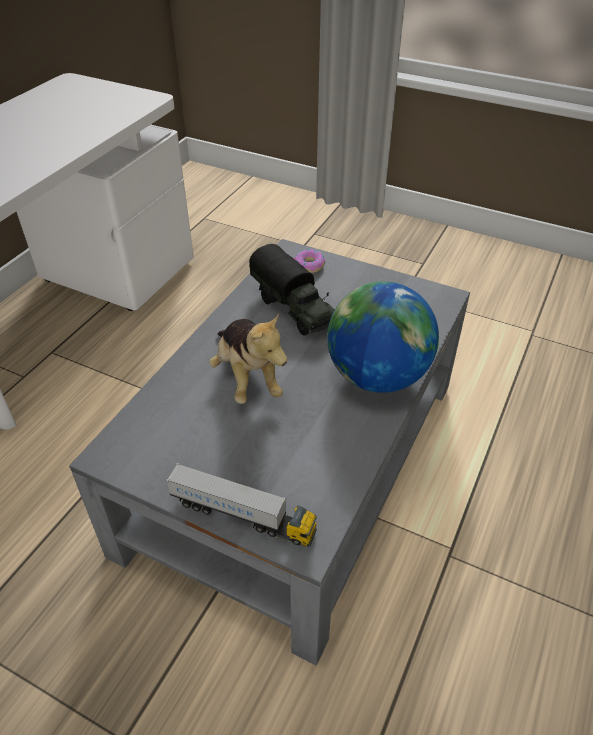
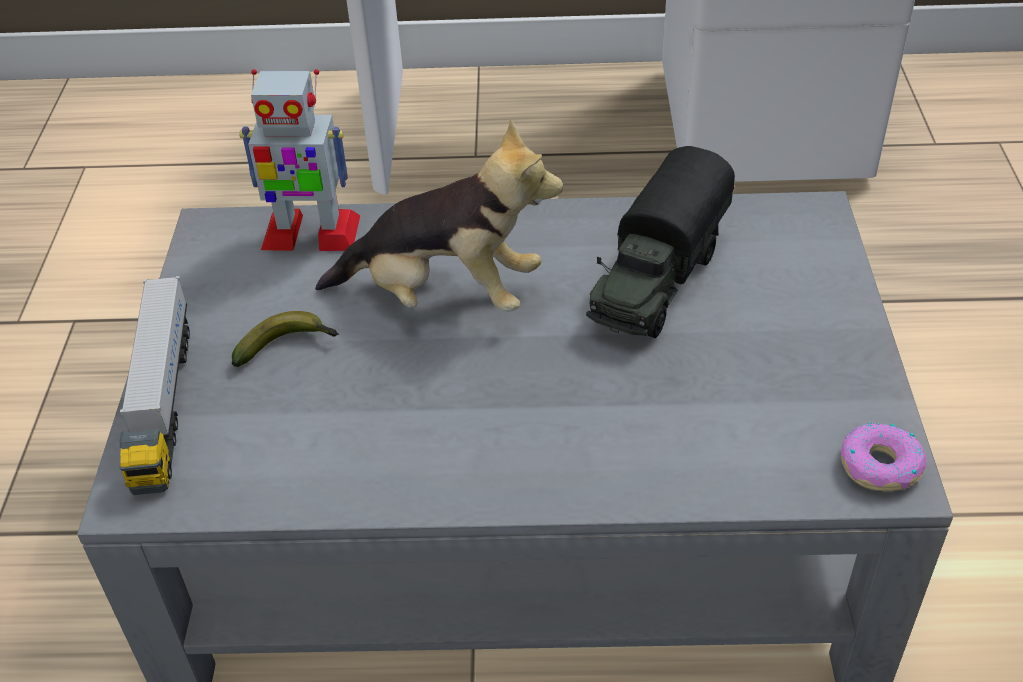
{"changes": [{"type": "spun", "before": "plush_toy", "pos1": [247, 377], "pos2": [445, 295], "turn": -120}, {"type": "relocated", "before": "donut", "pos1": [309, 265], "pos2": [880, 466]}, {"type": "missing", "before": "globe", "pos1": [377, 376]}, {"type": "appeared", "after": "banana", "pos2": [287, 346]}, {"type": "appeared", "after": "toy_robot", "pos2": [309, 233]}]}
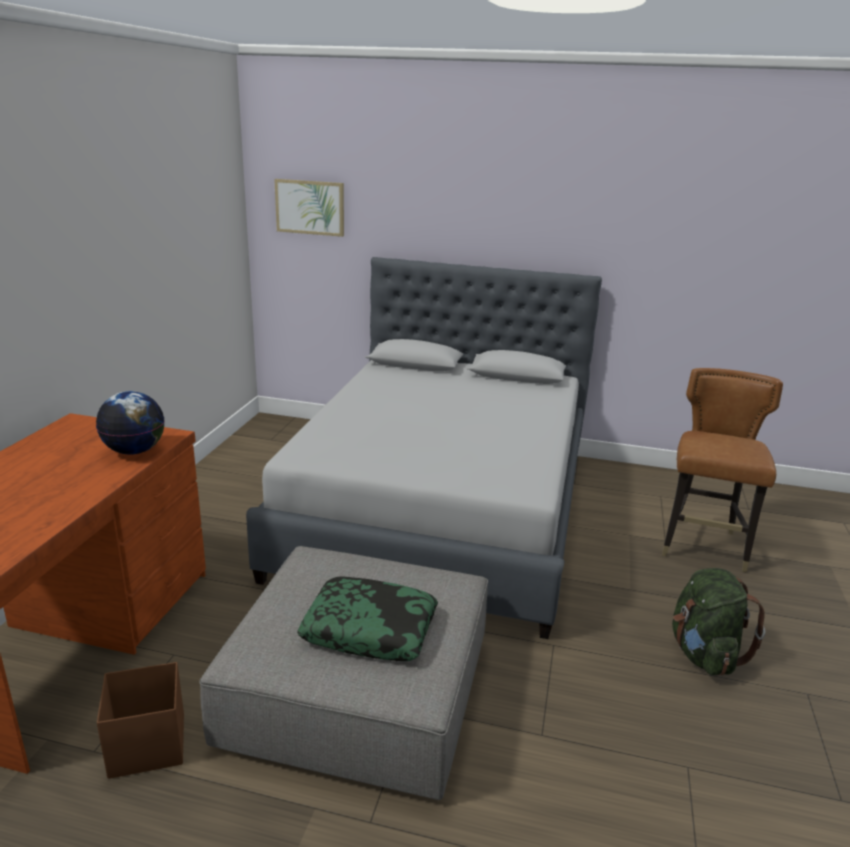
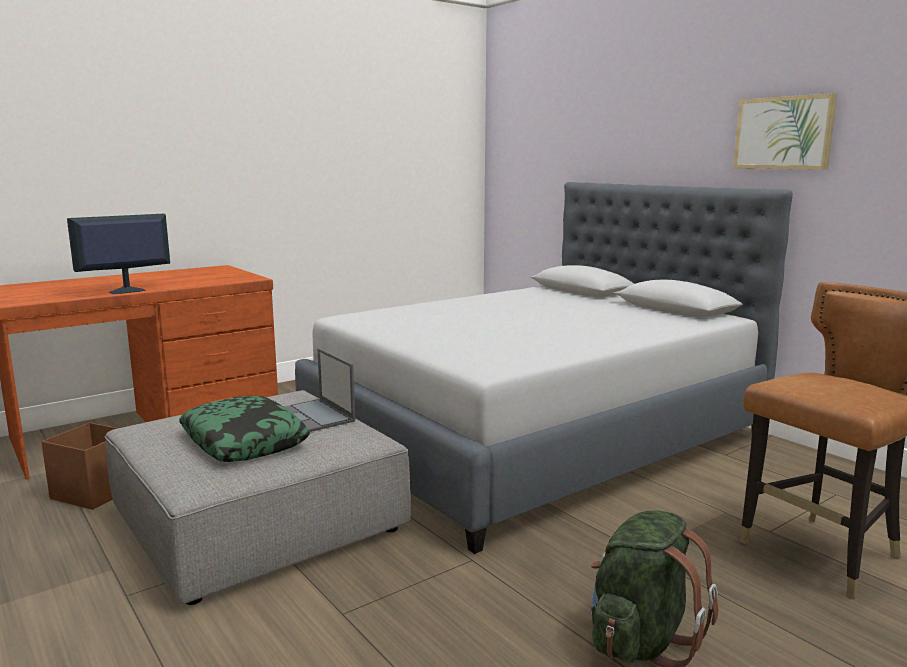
{"changes": [{"type": "missing", "before": "globe", "pos1": [135, 451]}, {"type": "relocated", "before": "picture", "pos1": [310, 207], "pos2": [783, 133]}, {"type": "appeared", "after": "monitor", "pos2": [126, 291]}, {"type": "appeared", "after": "laptop", "pos2": [313, 416]}]}
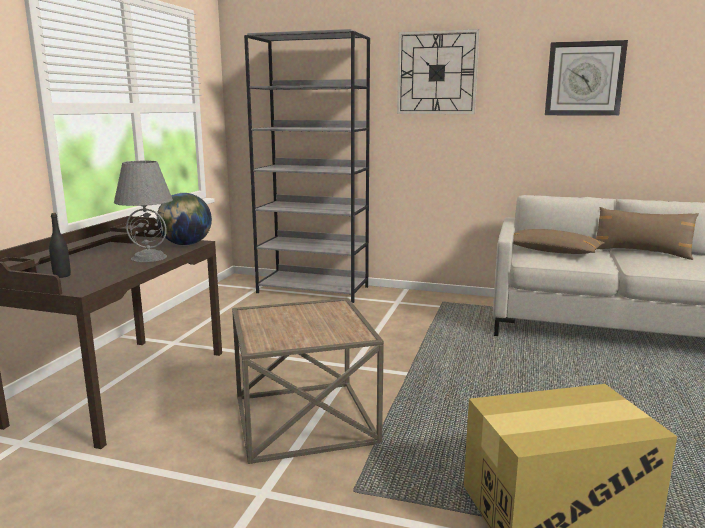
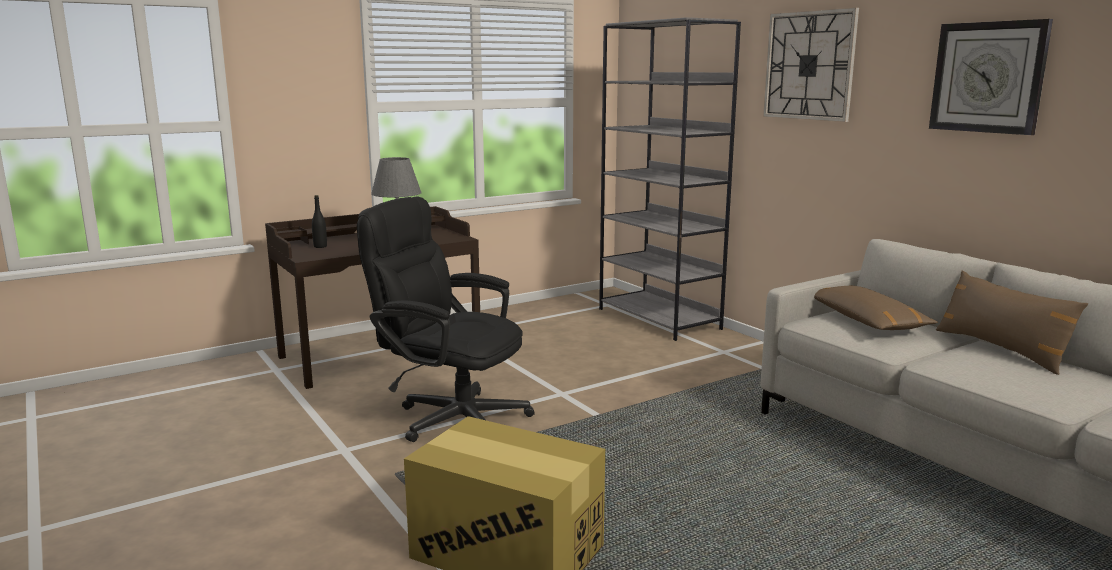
{"changes": [{"type": "missing", "before": "globe", "pos1": [186, 244]}, {"type": "exchanged", "before": "brown_side_table", "after": "black_office_chair", "pos1": [303, 418], "pos2": [451, 417]}]}
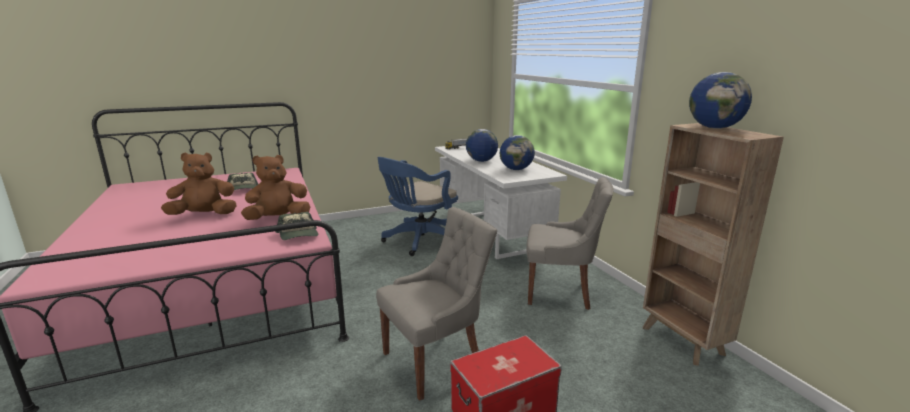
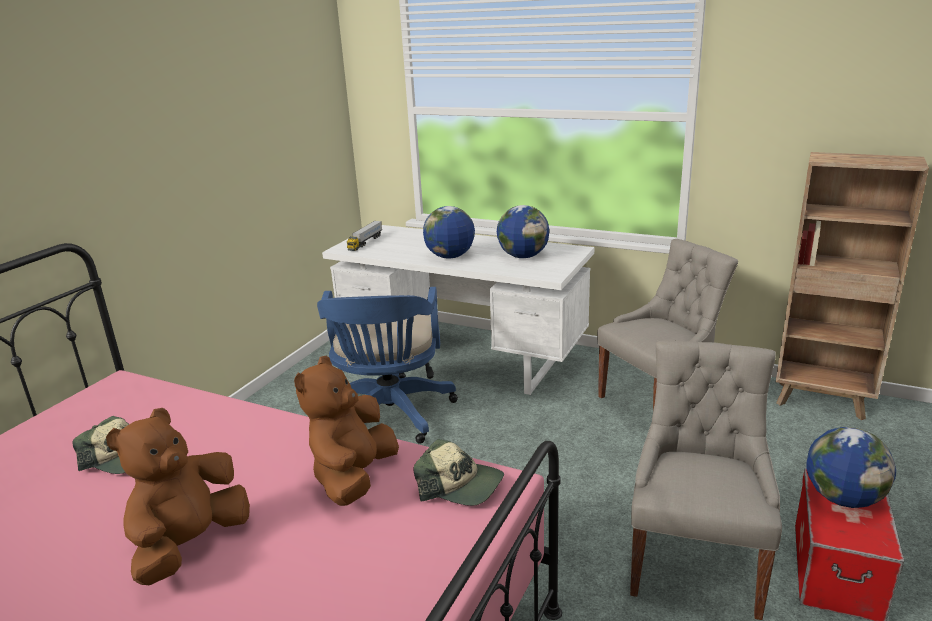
{"changes": [{"type": "relocated", "before": "globe", "pos1": [714, 128], "pos2": [843, 498]}]}
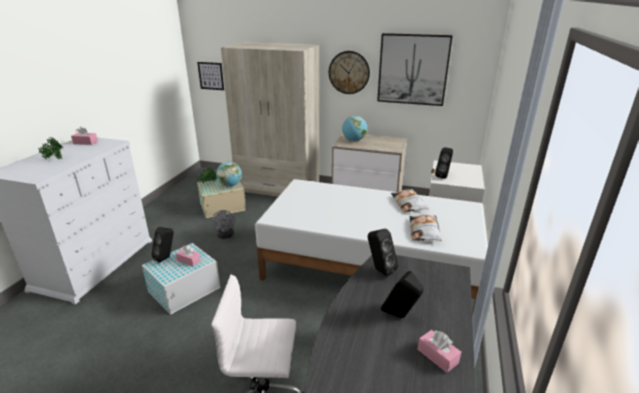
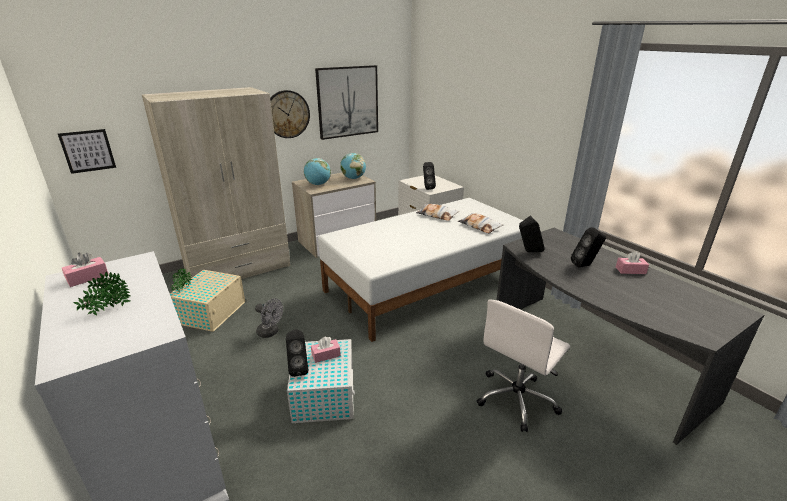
{"changes": [{"type": "relocated", "before": "globe", "pos1": [230, 185], "pos2": [353, 178]}]}
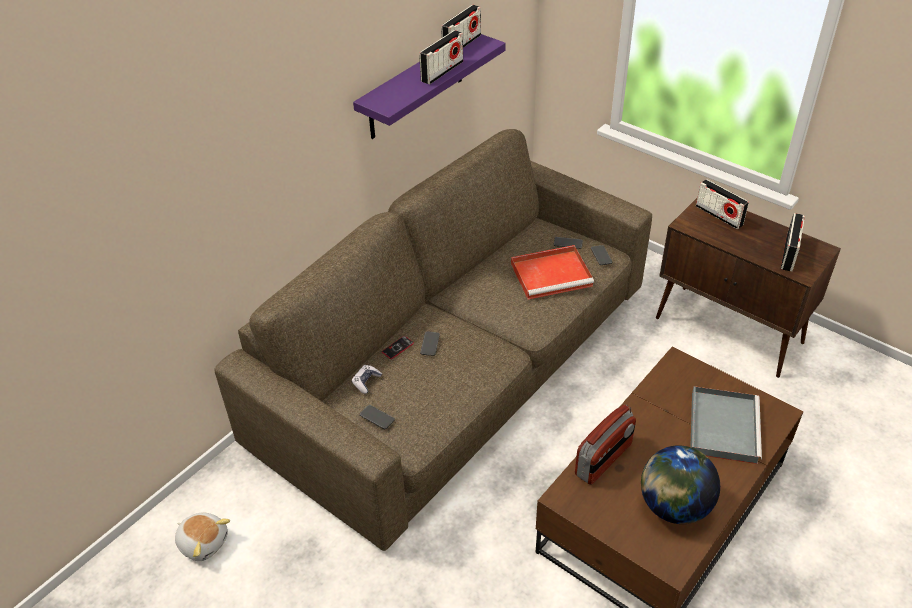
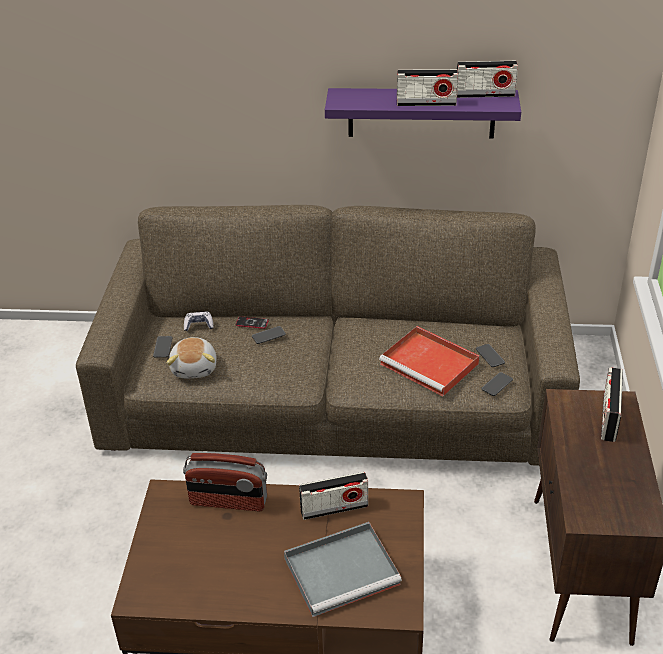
{"changes": [{"type": "relocated", "before": "plush_toy", "pos1": [203, 542], "pos2": [195, 368]}, {"type": "missing", "before": "globe", "pos1": [674, 506]}, {"type": "relocated", "before": "radio", "pos1": [789, 254], "pos2": [334, 508]}]}
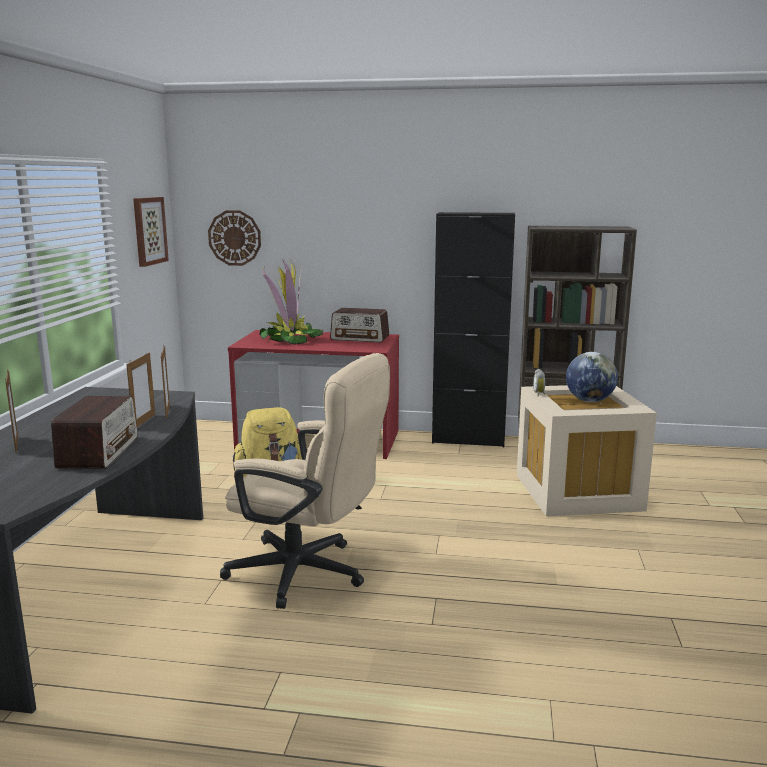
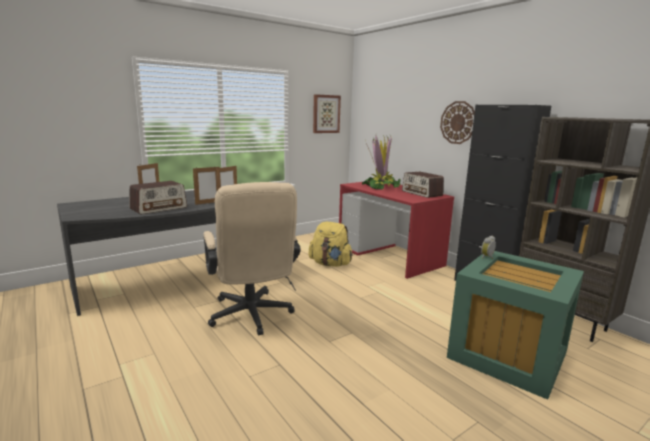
{"changes": [{"type": "relocated", "before": "wall_clock", "pos1": [234, 238], "pos2": [458, 122]}, {"type": "colour", "before": "beige_storage_box", "after": "green_storage_box", "pos1": [580, 493], "pos2": [508, 356]}, {"type": "missing", "before": "globe", "pos1": [589, 401]}]}
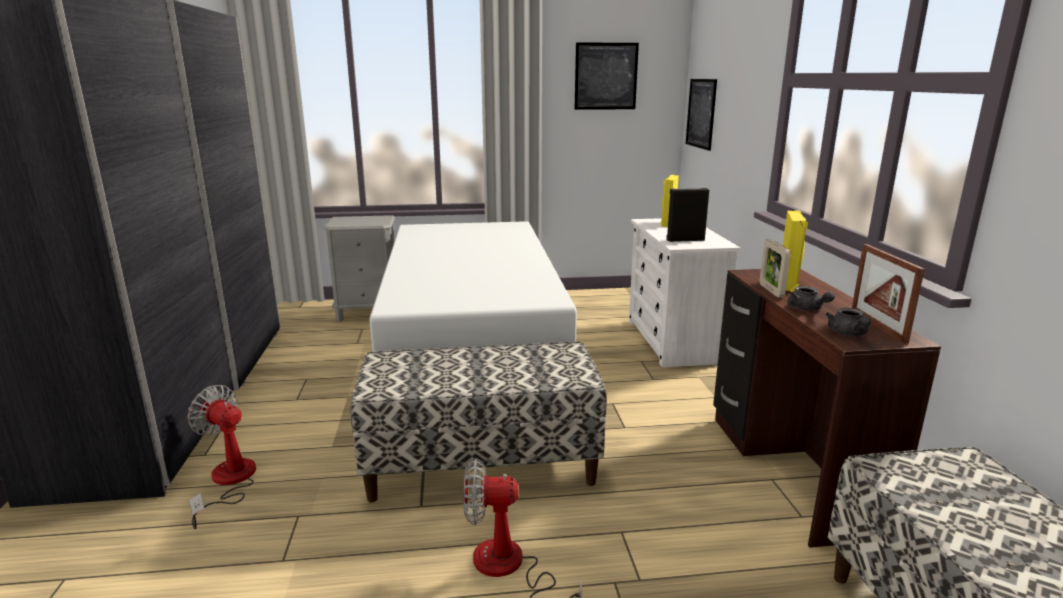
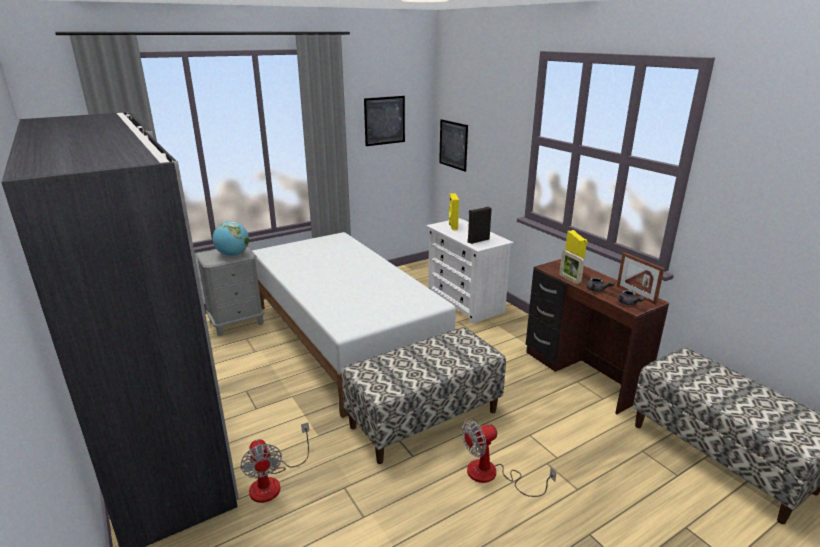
{"changes": [{"type": "spun", "before": "fan", "pos1": [228, 482], "pos2": [273, 482], "turn": -120}, {"type": "appeared", "after": "globe", "pos2": [233, 255]}]}
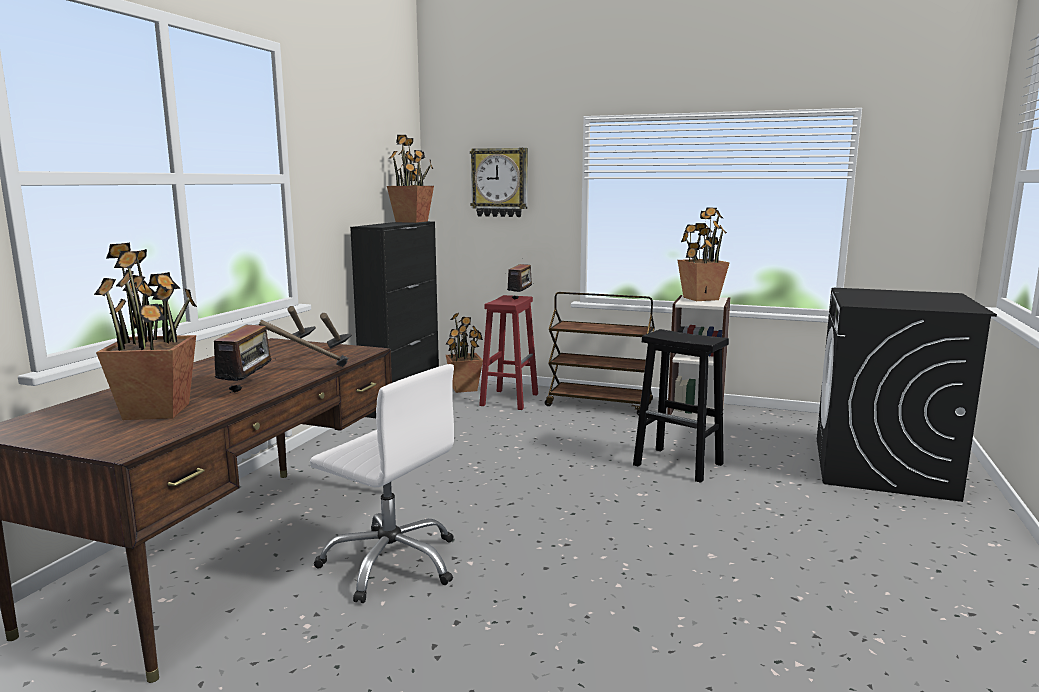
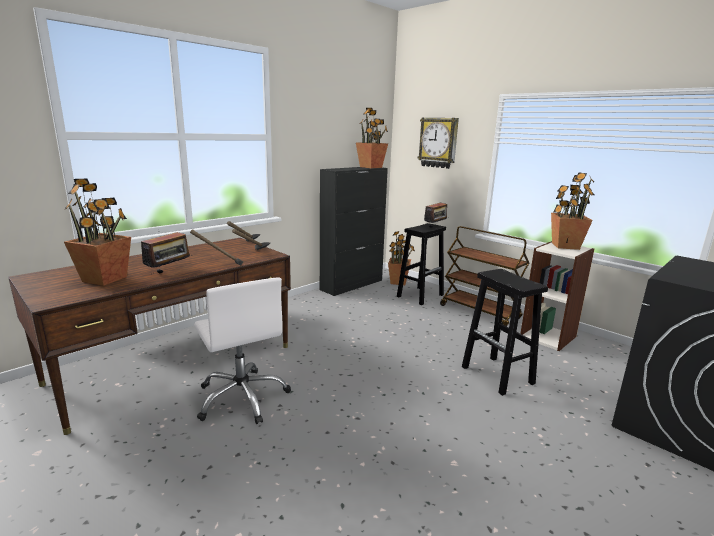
{"changes": [{"type": "colour", "before": "red_stool", "after": "black_stool", "pos1": [509, 399], "pos2": [420, 295]}]}
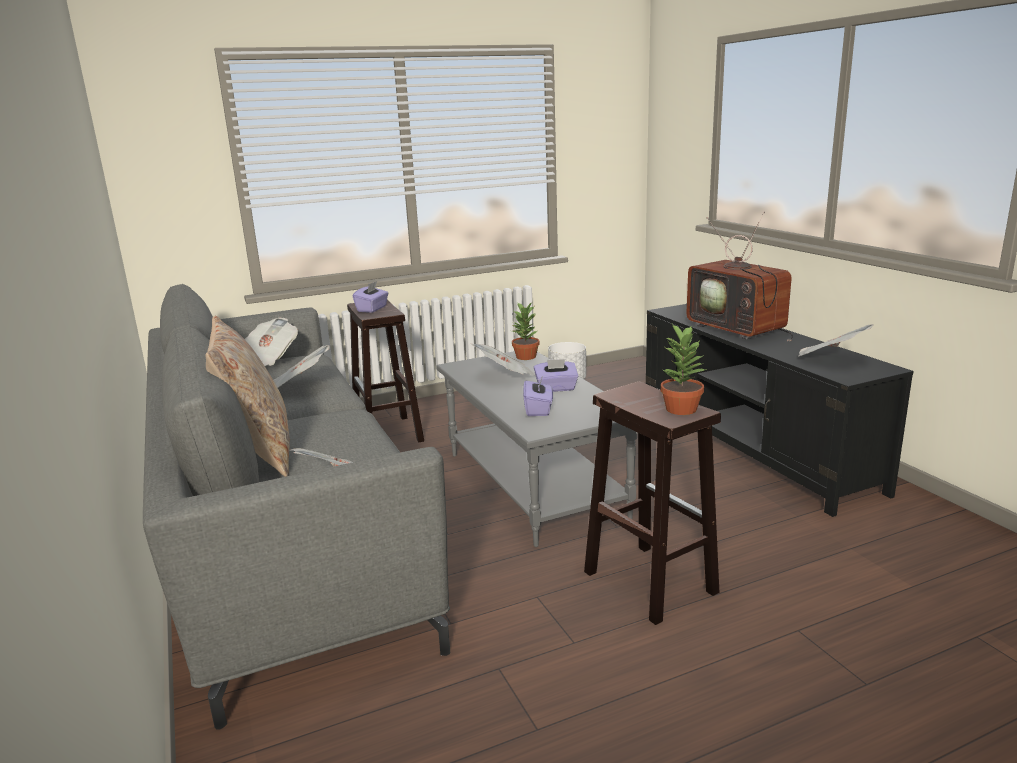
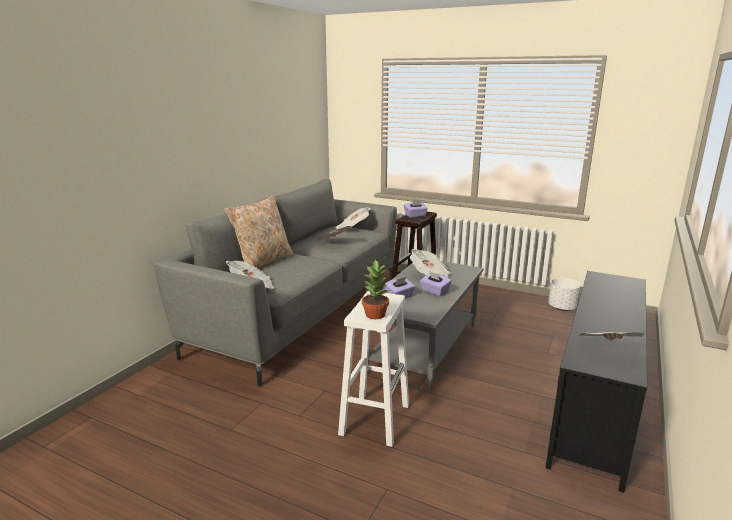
{"changes": [{"type": "missing", "before": "potted_plant", "pos1": [526, 357]}, {"type": "colour", "before": "brown_stool", "after": "white_stool", "pos1": [648, 581], "pos2": [375, 418]}, {"type": "missing", "before": "television", "pos1": [739, 329]}]}
